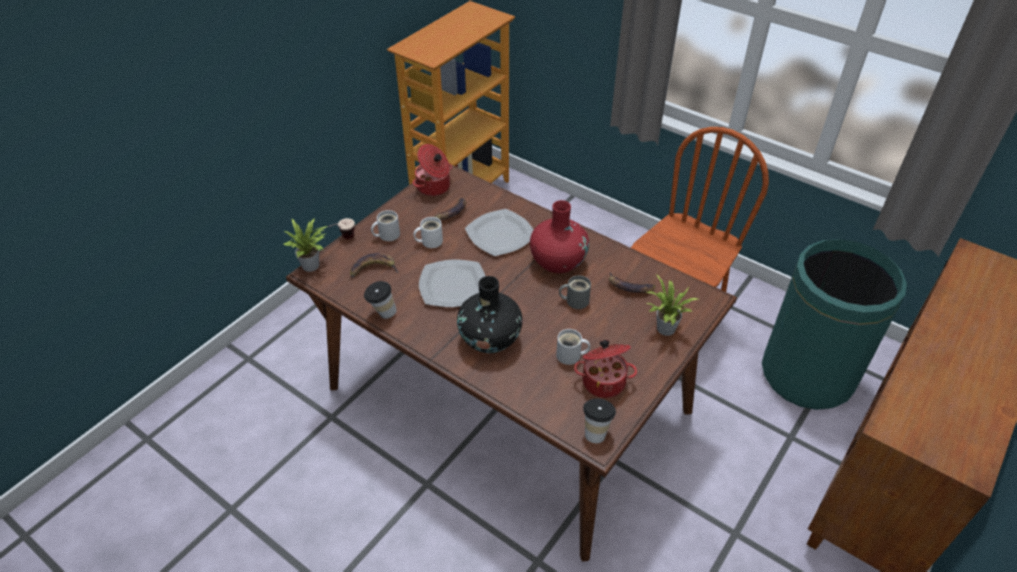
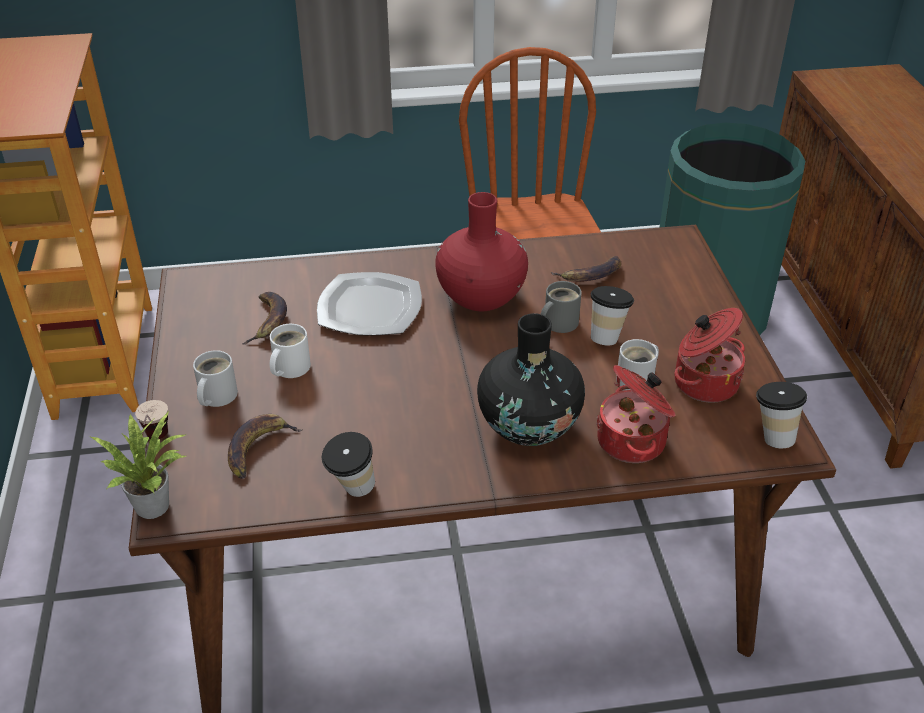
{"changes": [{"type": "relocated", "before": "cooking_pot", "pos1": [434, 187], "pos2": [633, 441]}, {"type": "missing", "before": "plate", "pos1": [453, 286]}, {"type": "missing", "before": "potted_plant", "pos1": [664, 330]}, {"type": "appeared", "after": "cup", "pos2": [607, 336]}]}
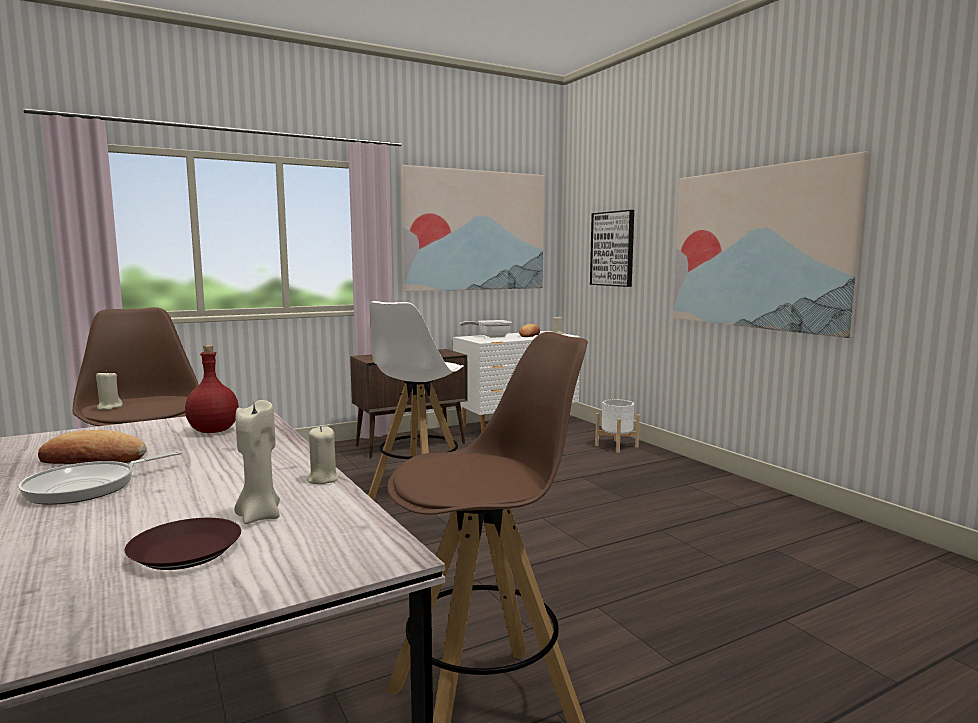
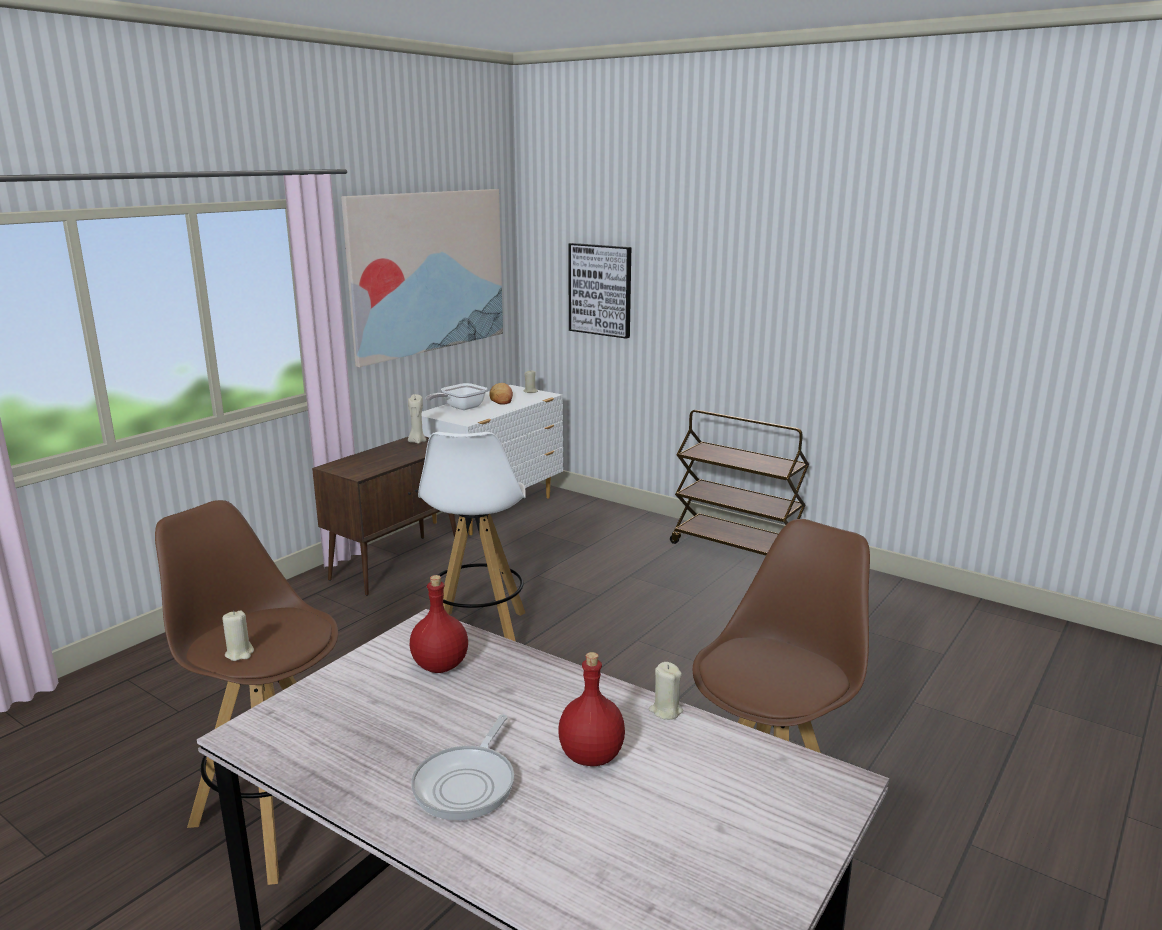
{"changes": [{"type": "missing", "before": "bread", "pos1": [93, 459]}, {"type": "missing", "before": "brown_plate", "pos1": [185, 552]}, {"type": "relocated", "before": "beige_candle", "pos1": [259, 517], "pos2": [417, 441]}, {"type": "missing", "before": "white_planter", "pos1": [616, 446]}, {"type": "missing", "before": "picture", "pos1": [758, 248]}, {"type": "appeared", "after": "red_bottle", "pos2": [592, 755]}, {"type": "appeared", "after": "brown_cart", "pos2": [736, 549]}]}
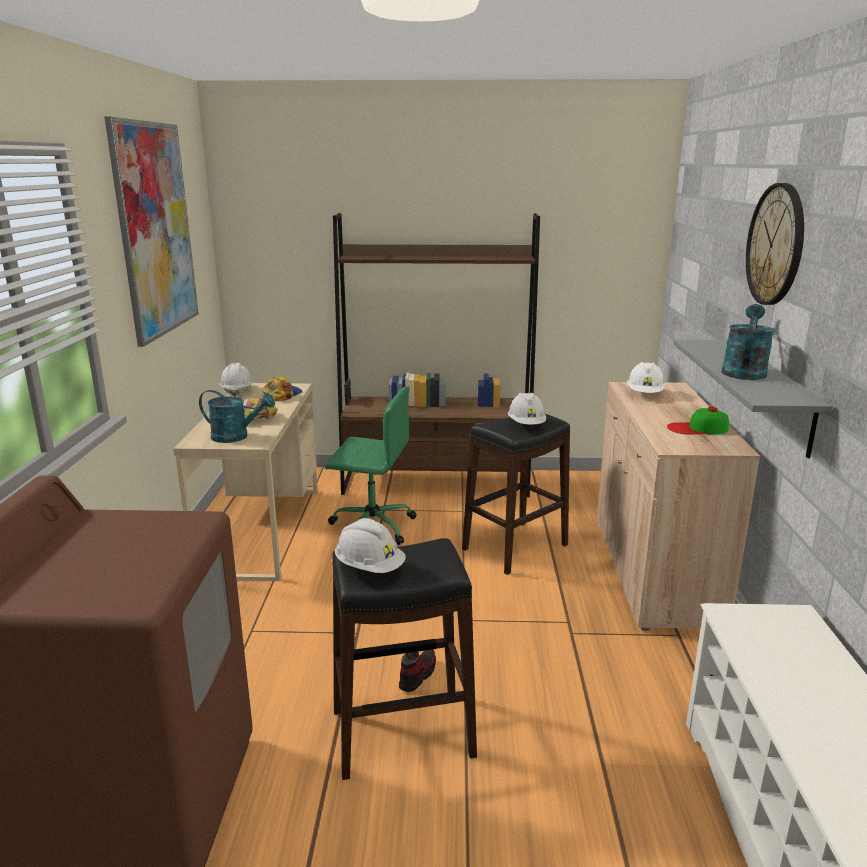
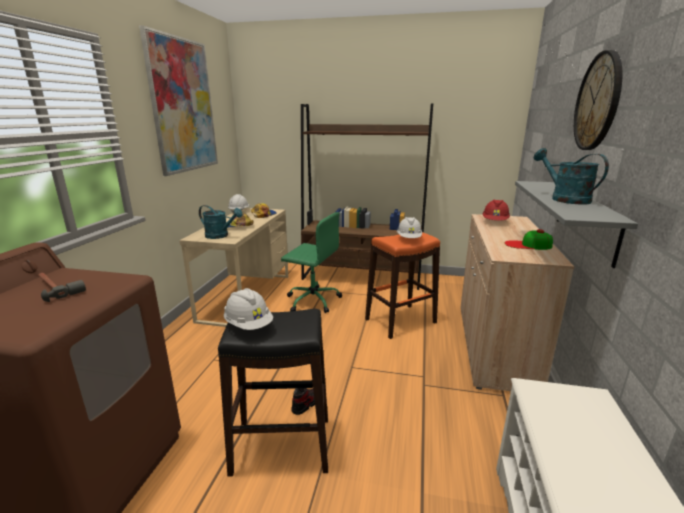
{"changes": [{"type": "colour", "before": "black_stool", "after": "orange_stool", "pos1": [515, 547], "pos2": [400, 321]}, {"type": "colour", "before": "white_hard_hat", "after": "red_hard_hat", "pos1": [645, 394], "pos2": [495, 222]}, {"type": "spun", "before": "turquoise_watering_can", "pos1": [744, 371], "pos2": [564, 199], "turn": -60}, {"type": "appeared", "after": "hammer", "pos2": [55, 288]}]}
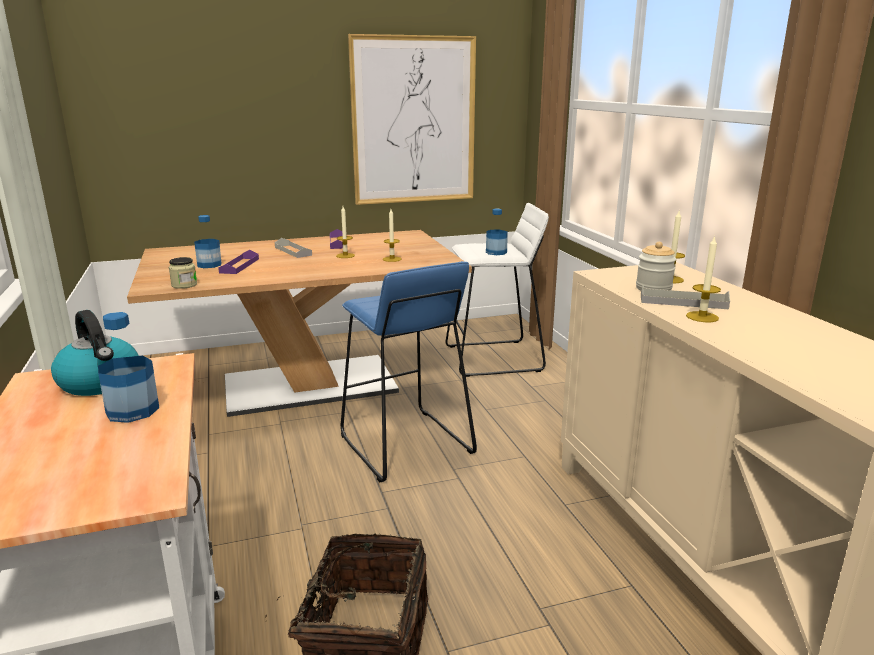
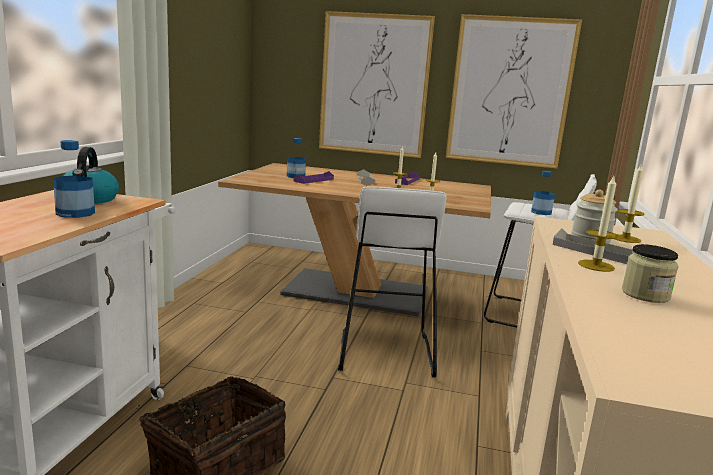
{"changes": [{"type": "relocated", "before": "jar", "pos1": [184, 285], "pos2": [645, 295]}, {"type": "colour", "before": "blue_stool", "after": "white_stool", "pos1": [405, 445], "pos2": [384, 352]}, {"type": "appeared", "after": "picture", "pos2": [374, 85]}]}
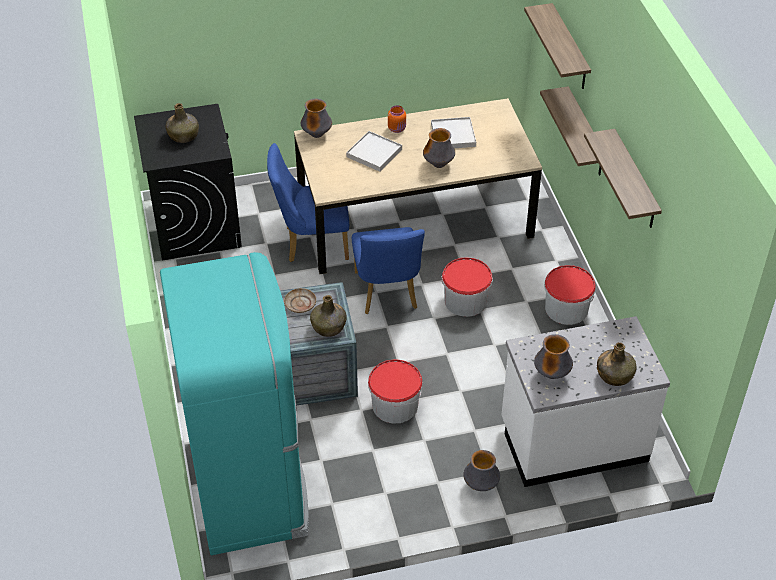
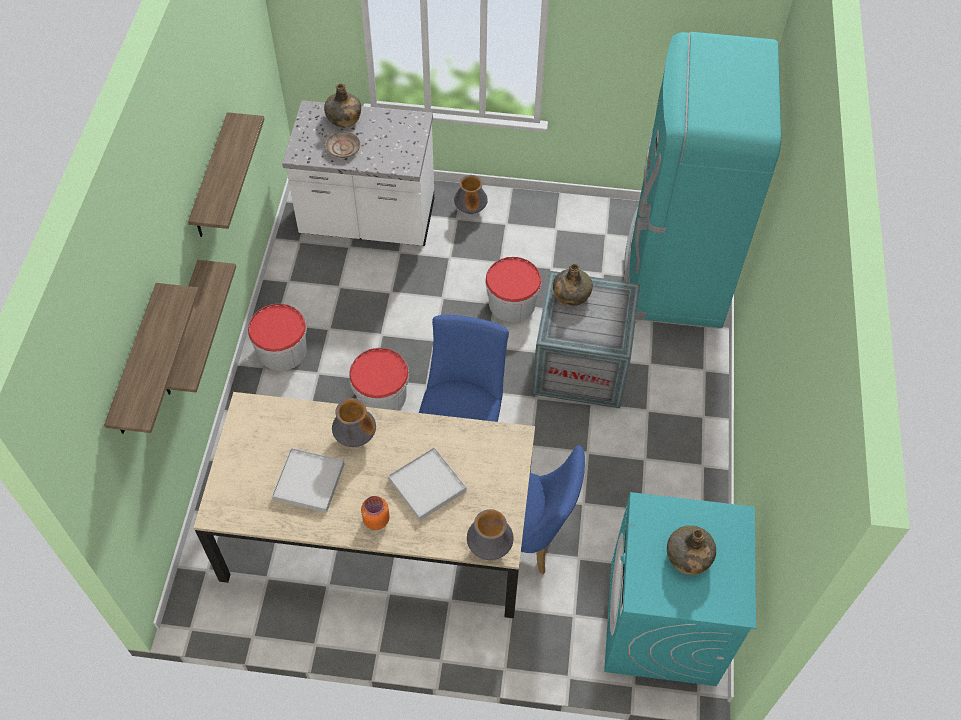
{"changes": [{"type": "colour", "before": "black_washing_machine", "after": "turquoise_washing_machine", "pos1": [196, 225], "pos2": [662, 623]}, {"type": "relocated", "before": "beige_plate", "pos1": [300, 304], "pos2": [343, 148]}, {"type": "missing", "before": "vase", "pos1": [552, 374]}]}
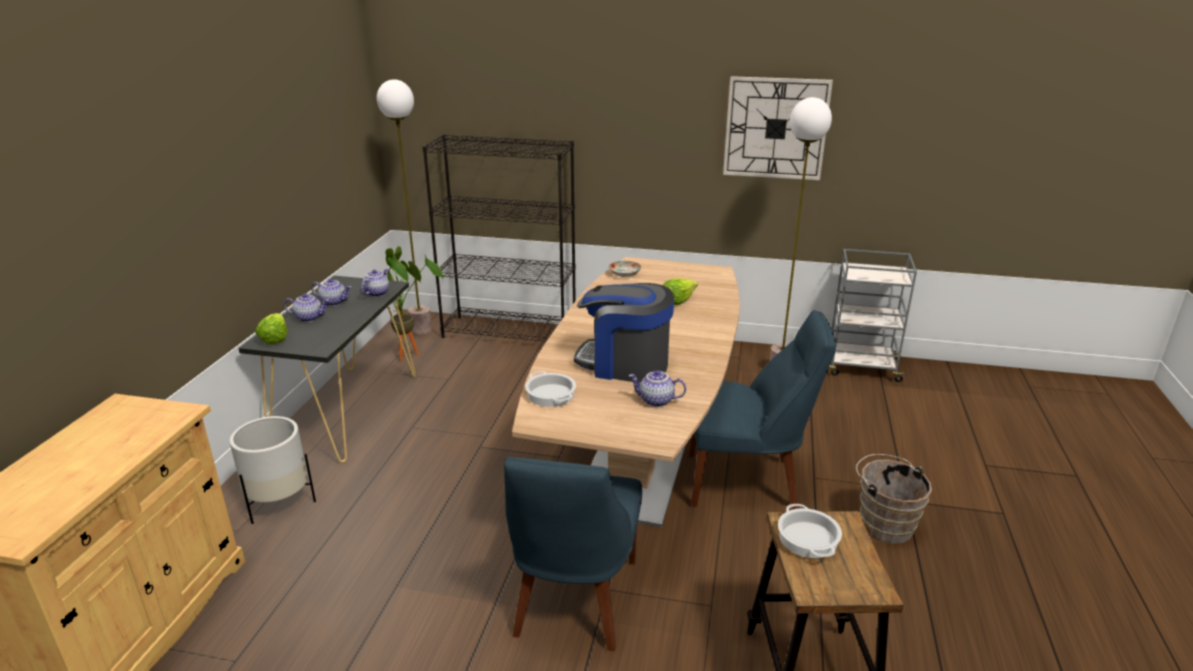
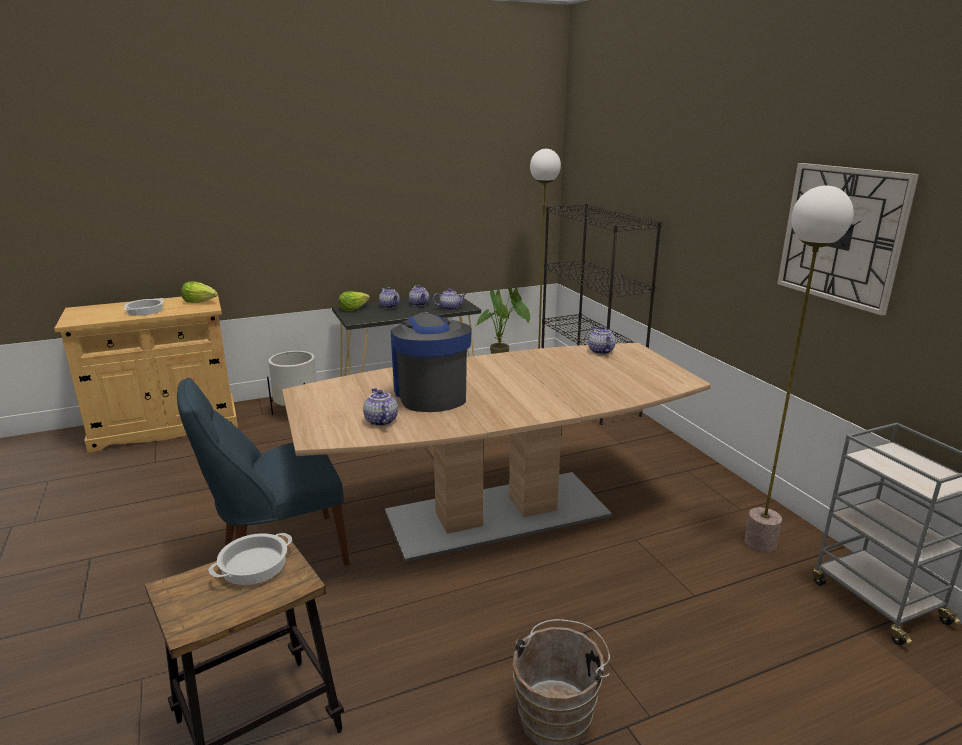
{"changes": [{"type": "relocated", "before": "cooking_pot", "pos1": [551, 394], "pos2": [145, 311]}, {"type": "exchanged", "before": "plate", "after": "teapot", "pos1": [625, 274], "pos2": [600, 351]}, {"type": "relocated", "before": "lettuce", "pos1": [677, 300], "pos2": [200, 302]}, {"type": "missing", "before": "blue_chair", "pos1": [747, 482]}]}
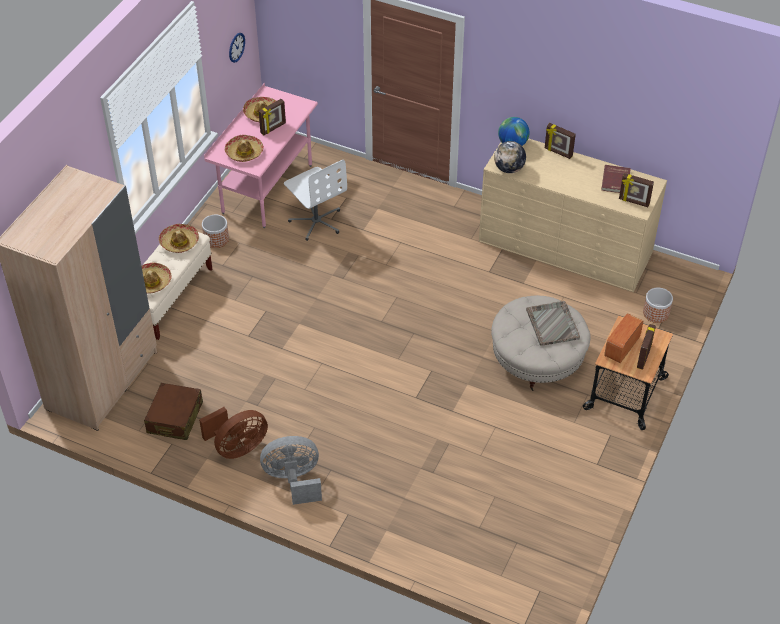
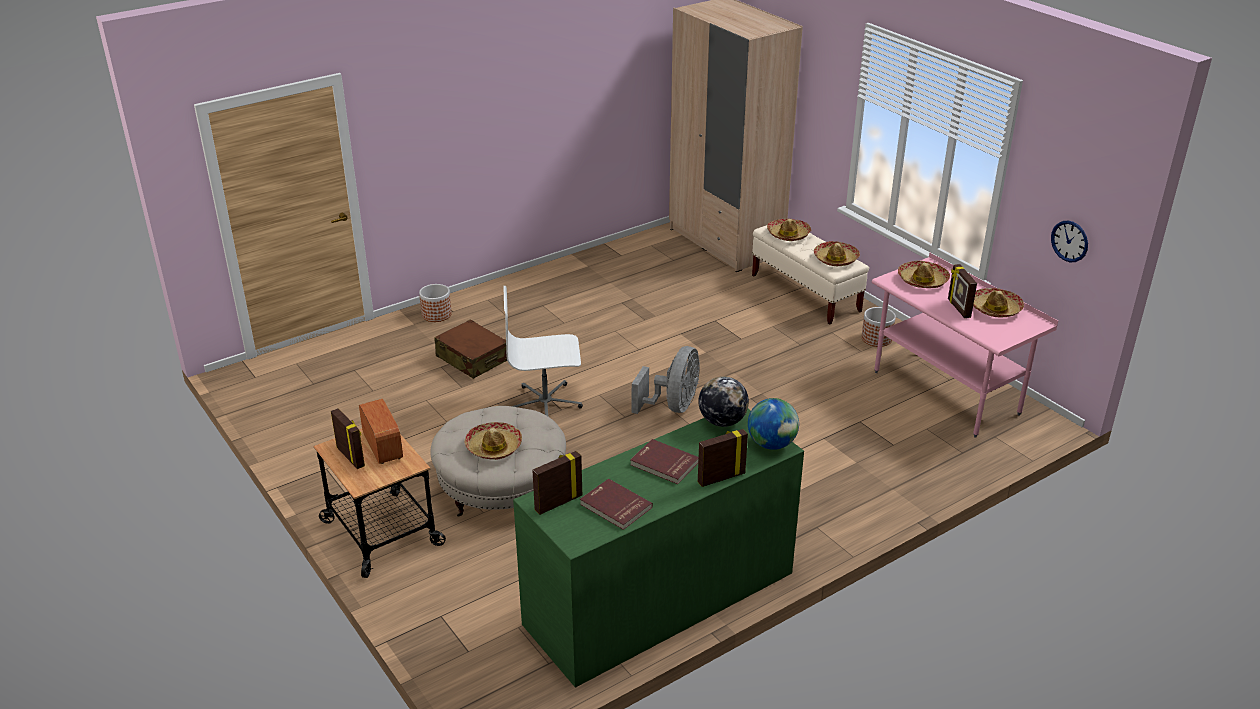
{"changes": [{"type": "relocated", "before": "brown_suitcase", "pos1": [175, 418], "pos2": [472, 359]}, {"type": "missing", "before": "brown_fan", "pos1": [237, 447]}, {"type": "relocated", "before": "grey_fan", "pos1": [294, 480], "pos2": [673, 406]}, {"type": "relocated", "before": "white_office_chair", "pos1": [316, 221], "pos2": [546, 403]}, {"type": "colour", "before": "beige_dresser", "after": "green_dresser", "pos1": [565, 247], "pos2": [659, 598]}, {"type": "exchanged", "before": "grey_tray", "after": "hat", "pos1": [552, 324], "pos2": [494, 447]}, {"type": "relocated", "before": "planter", "pos1": [656, 313], "pos2": [436, 314]}, {"type": "appeared", "after": "red_book", "pos2": [664, 464]}]}
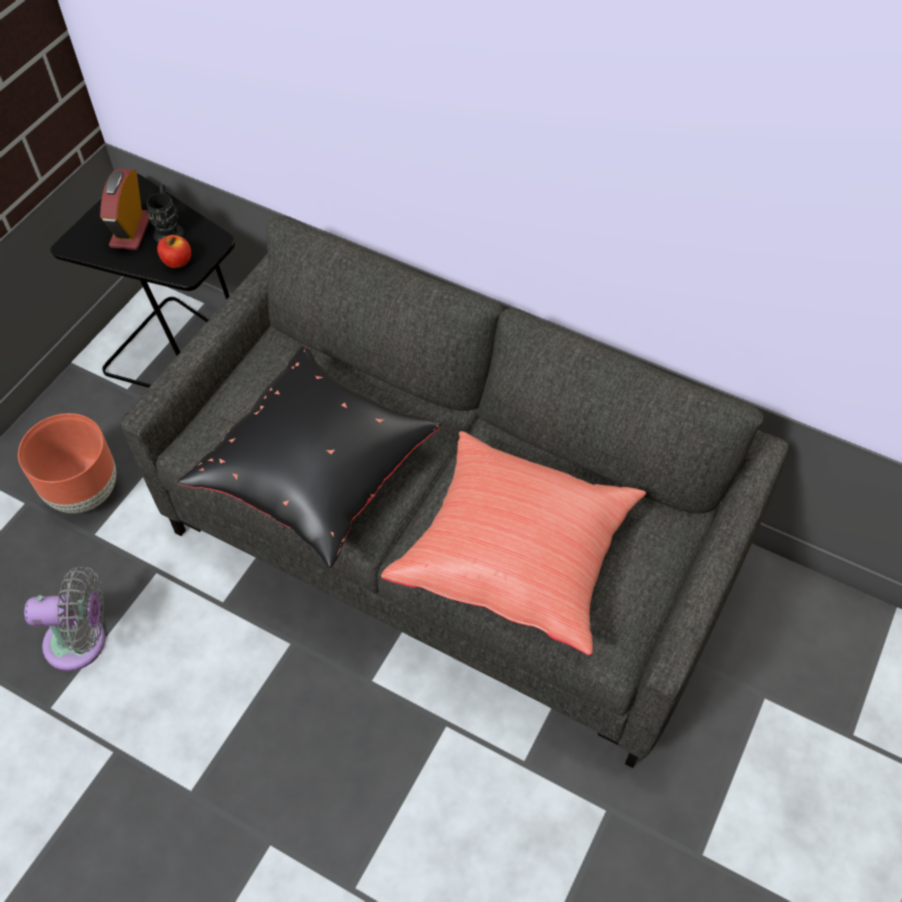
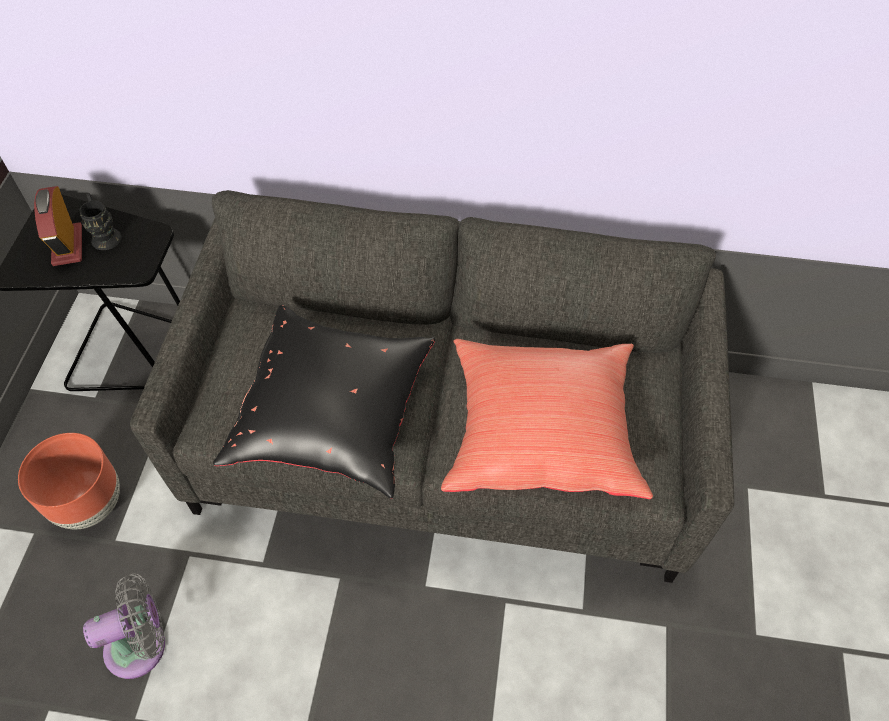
{"changes": [{"type": "missing", "before": "apple", "pos1": [177, 261]}]}
